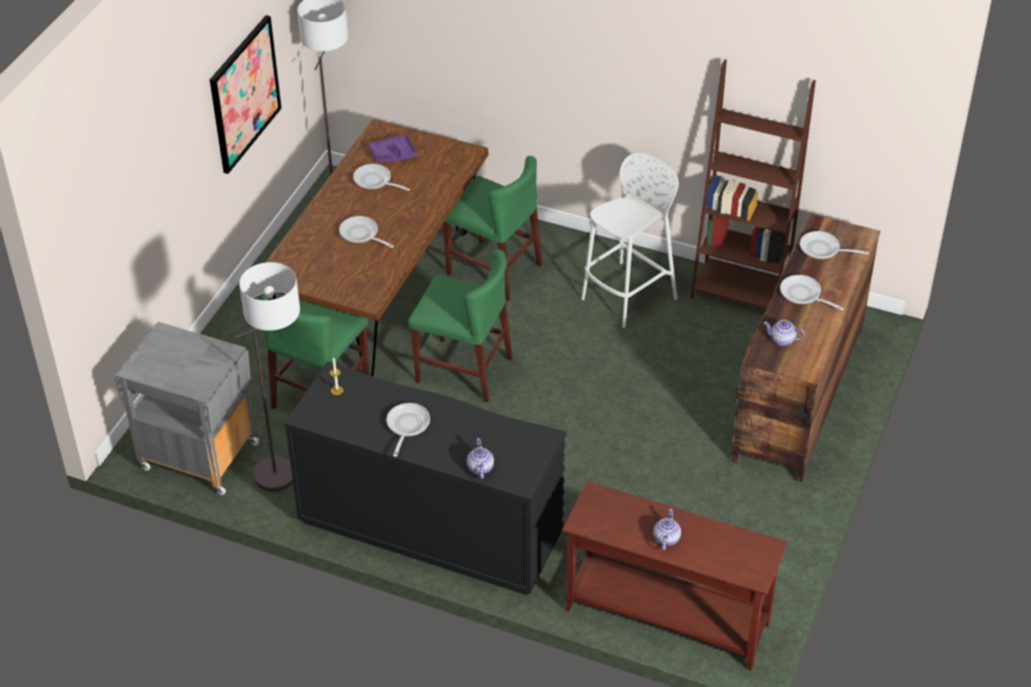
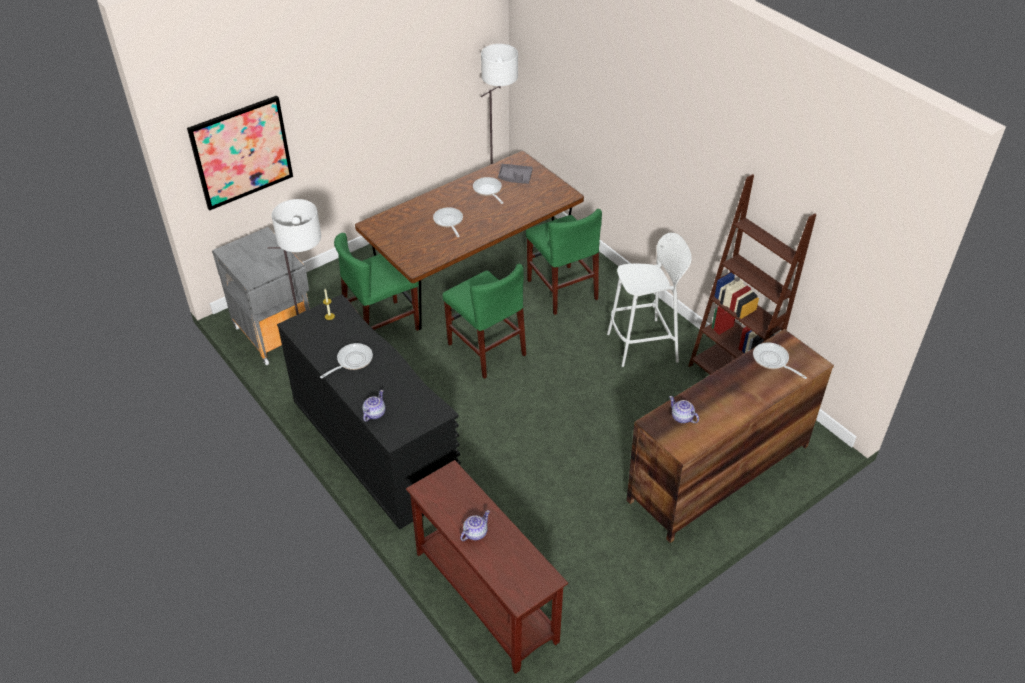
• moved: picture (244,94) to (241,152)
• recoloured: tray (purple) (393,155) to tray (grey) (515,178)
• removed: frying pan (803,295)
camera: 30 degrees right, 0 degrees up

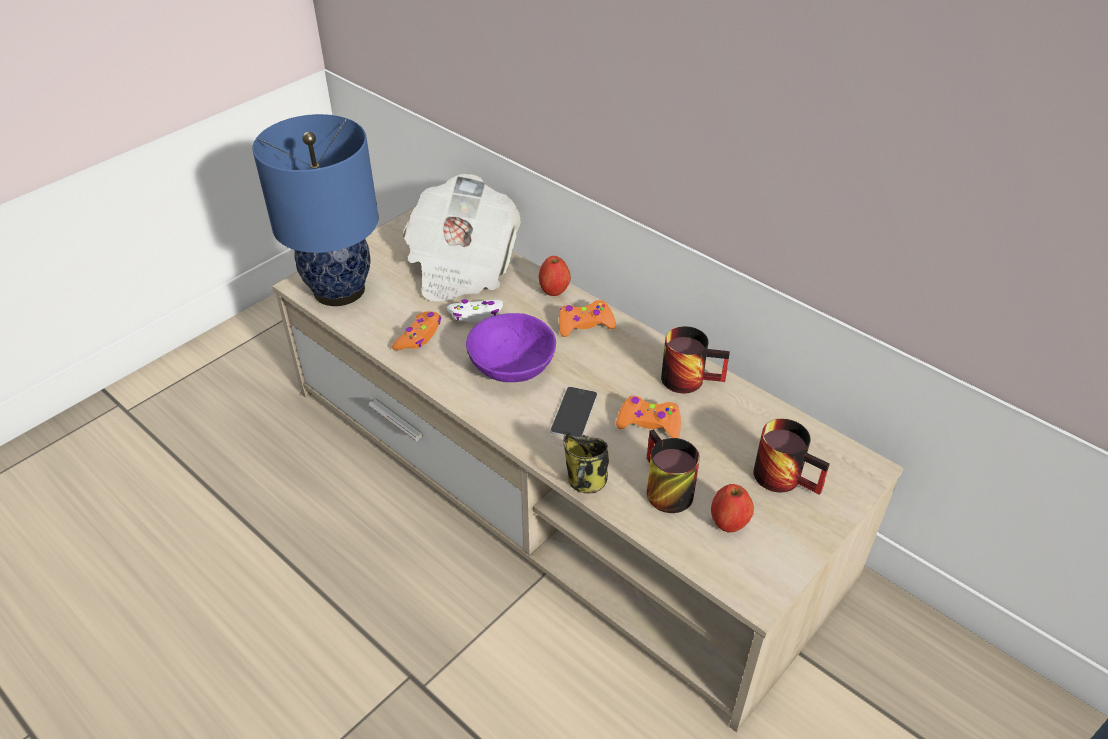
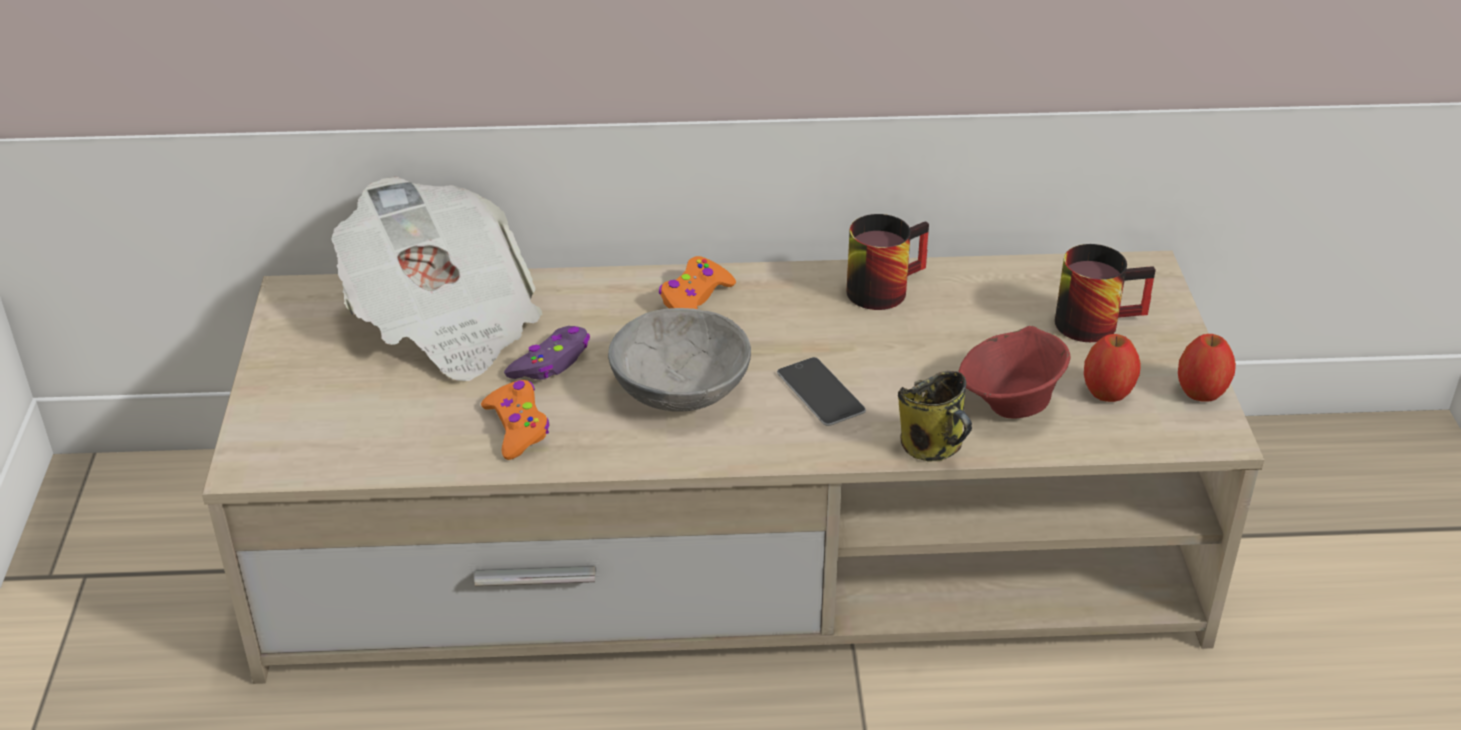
• removed: table lamp (blue) (339,290)
• recoloured: game controller (white) (476,315) to game controller (purple) (551,363)
• recoloured: bowl (purple) (511,365) to bowl (grey) (679,388)
• moved: apple (554,290) to (1201,392)
• removed: game controller (orange) (649,423)
• replaced: mug (661,489) to bowl (red) (1010,404)
camera: 45 degrees left, 5 degrees down

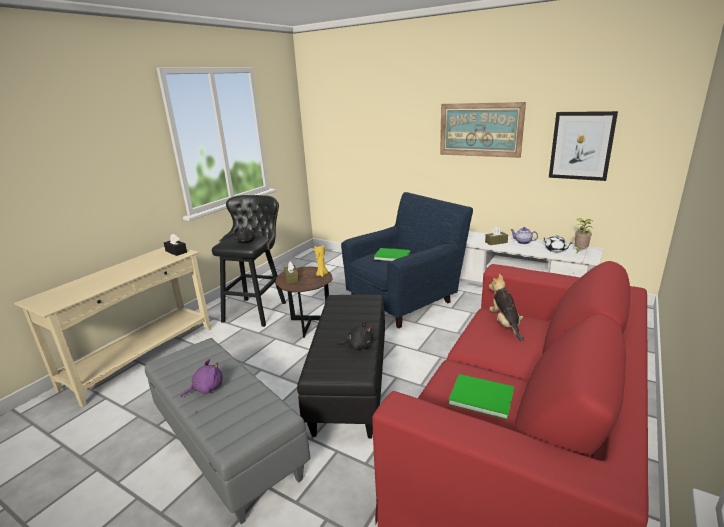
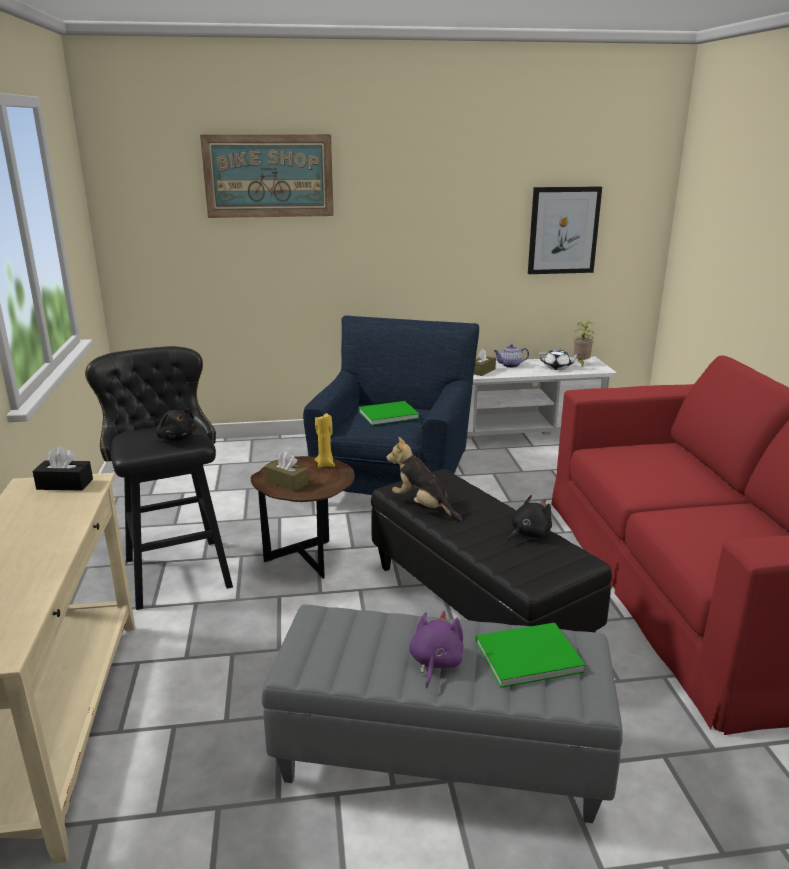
• moved: picture (480,129) to (268,176)
• moved: book (green) (479,395) to (524,655)
• moved: plush toy (505,324) to (423,506)
camera: 40 degrees left, 0 degrees up

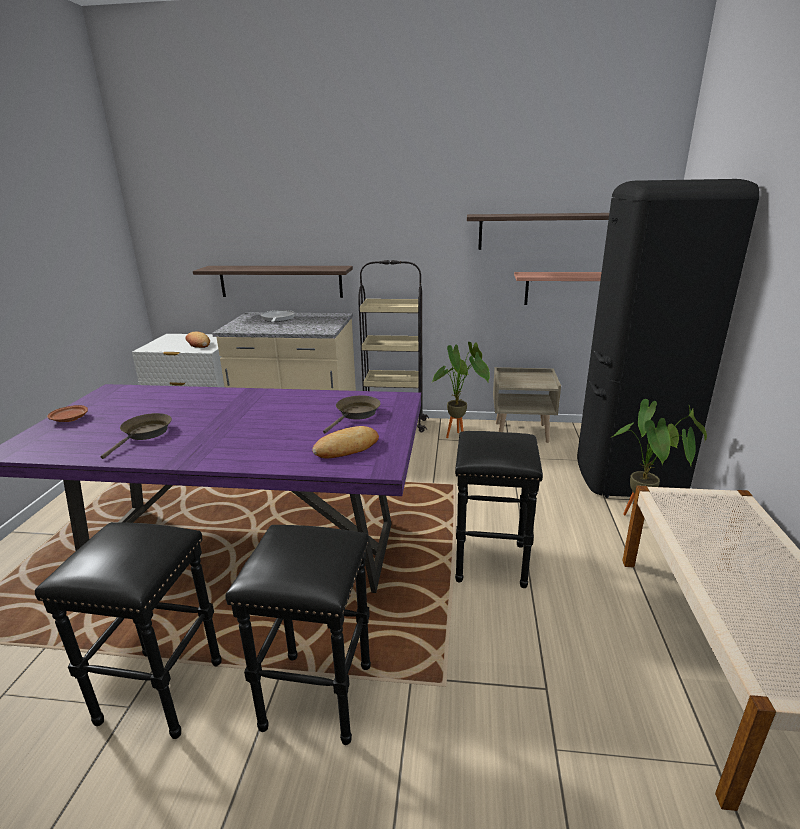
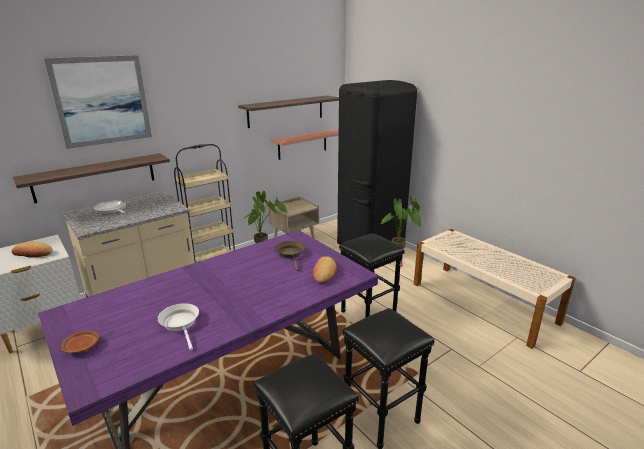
• recoloured: frying pan (brown) (145,434) to frying pan (white) (181,324)
• added: picture (102,101)
camera: 45 degrees left, 0 degrees up

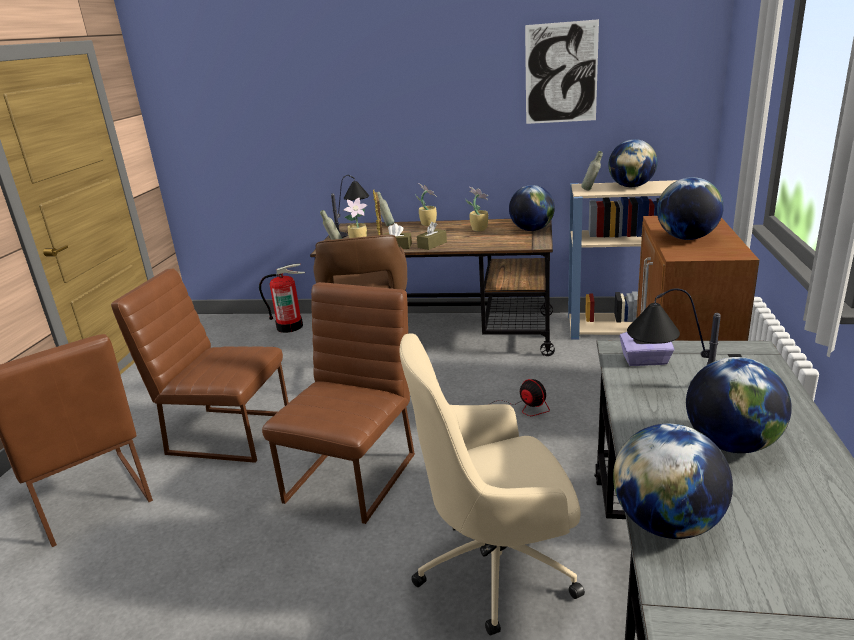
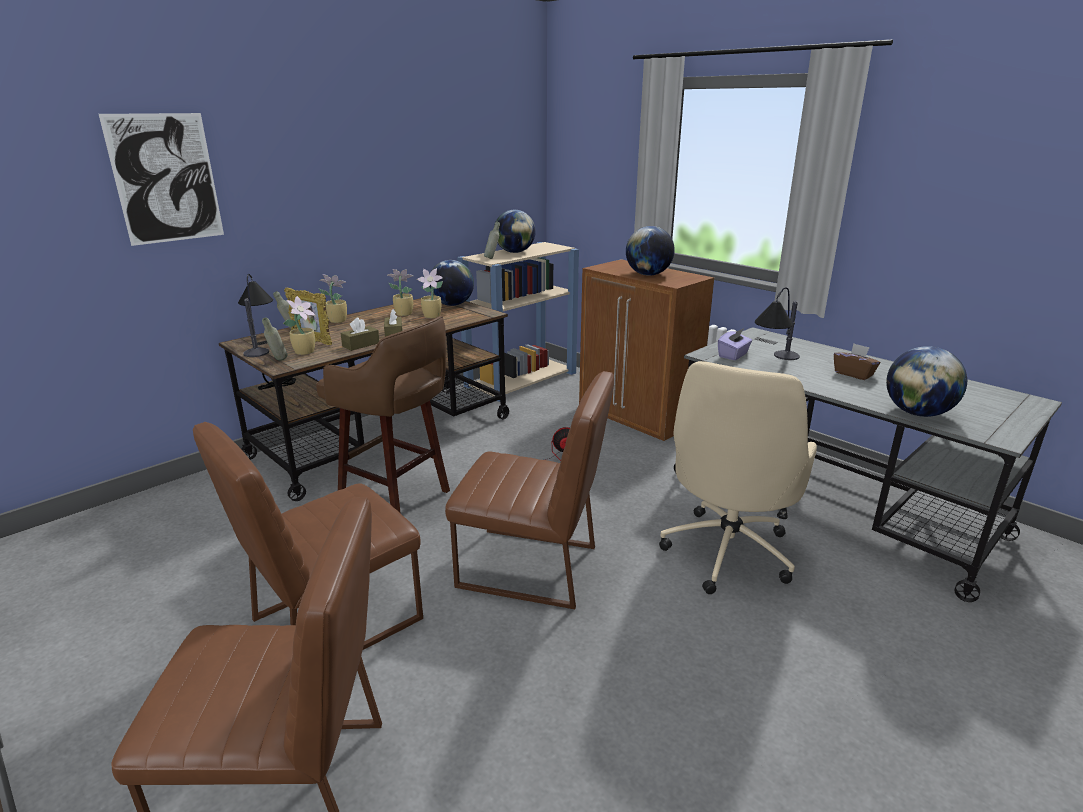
• removed: fire extinguisher (290,326)
• turned: chair (brown) (354,475) = (532,567) 135 degrees clockwise
• moved: picture (561,73) to (166,179)
• replaced: globe (731,444) to tissue box (brown) (853,374)
• added: potted plant (433,316)
camera: 55 degrees left, 0 degrees up

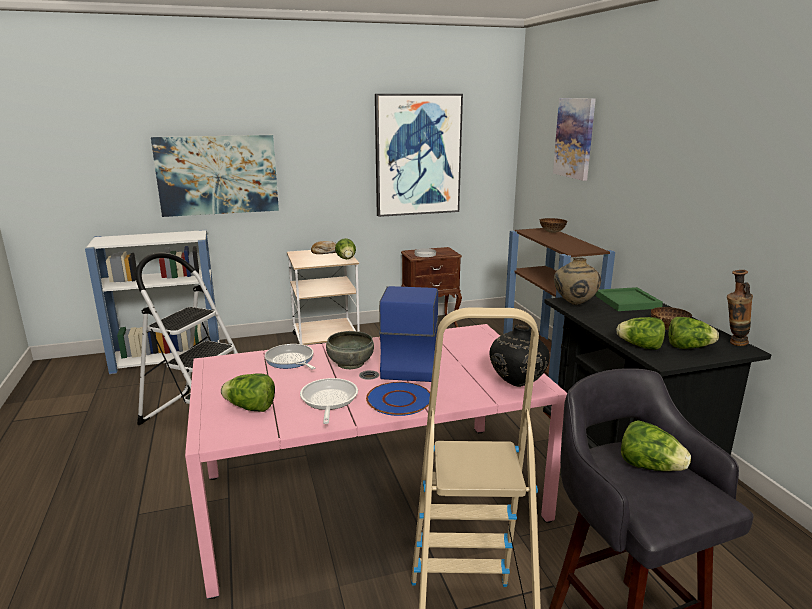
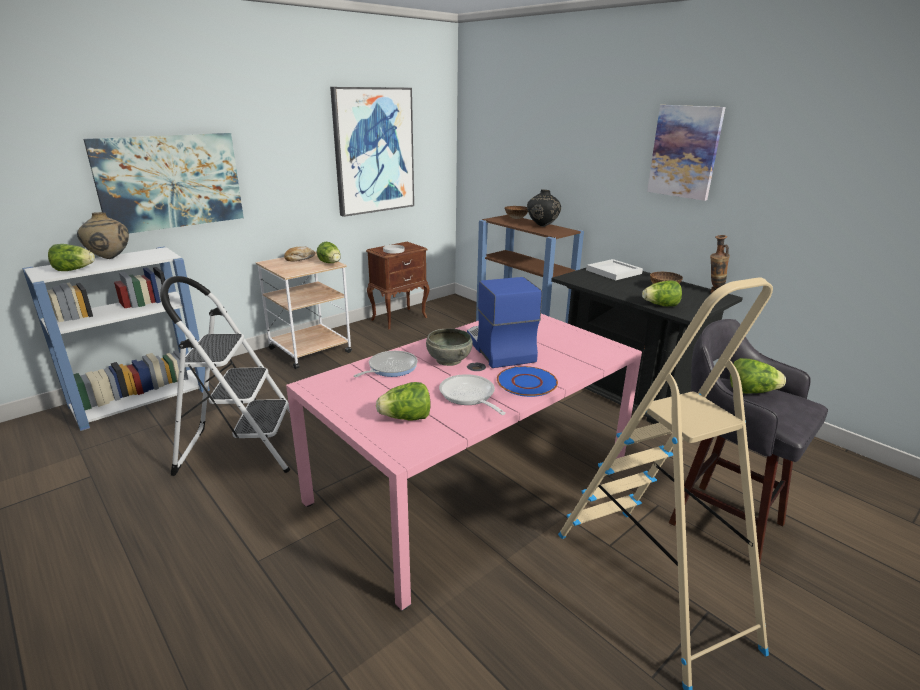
• turned: frying pan (290,360) = (390,368) 105 degrees clockwise
• moved: vase (black) (516,384) to (542,226)
• moved: picture (574,138) to (684,152)
• moved: vase (beige) (574,304) to (109,258)
• recoloured: tray (green) (628,302) to tray (white) (614,272)
• moved: lettuce (688,347) to (74,270)
camera: 25 degrees left, 5 degrees up

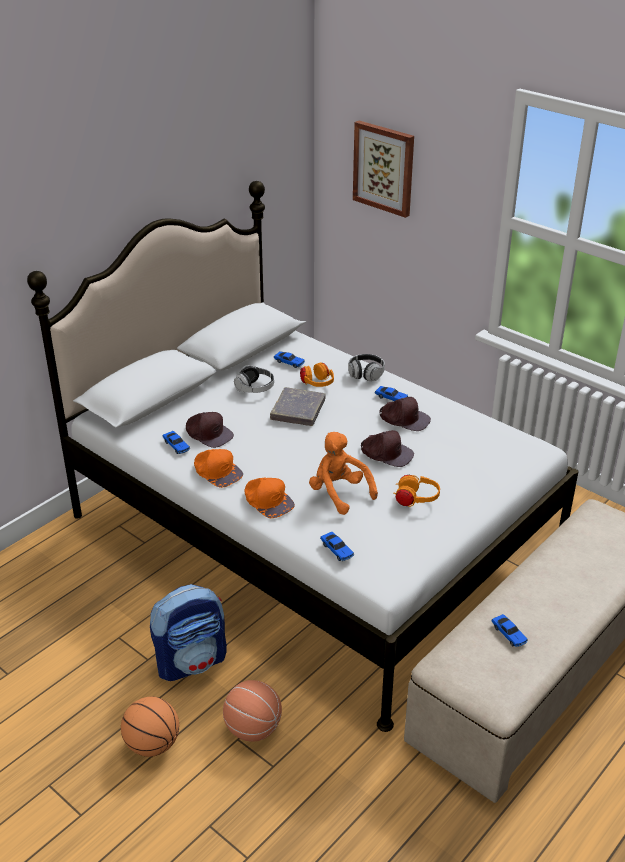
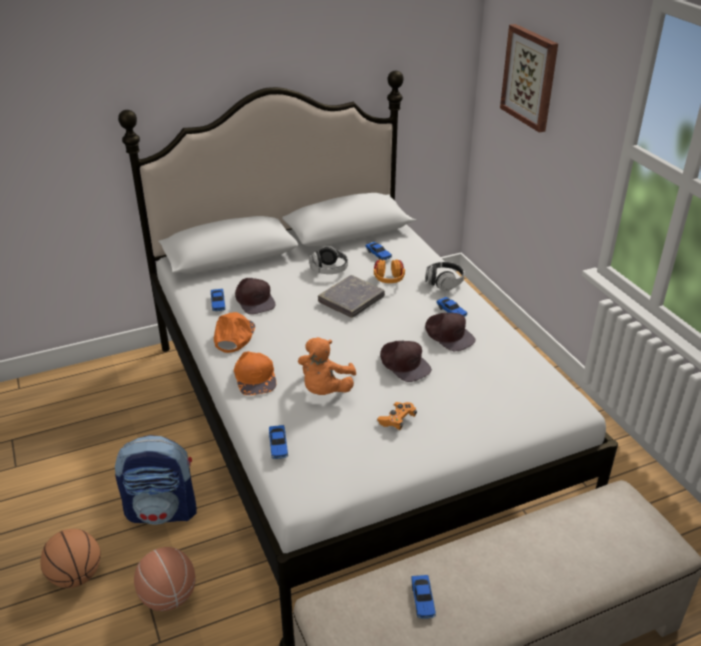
• turned: cap (orange) (217,471) = (234,336) 150 degrees counterclockwise
• turned: plush toy (orange) (339,493) = (325,390) 150 degrees counterclockwise
• replaced: headphones (orange) (416,500) to game controller (orange) (397,420)
camera: 25 degrees right, 0 degrees up

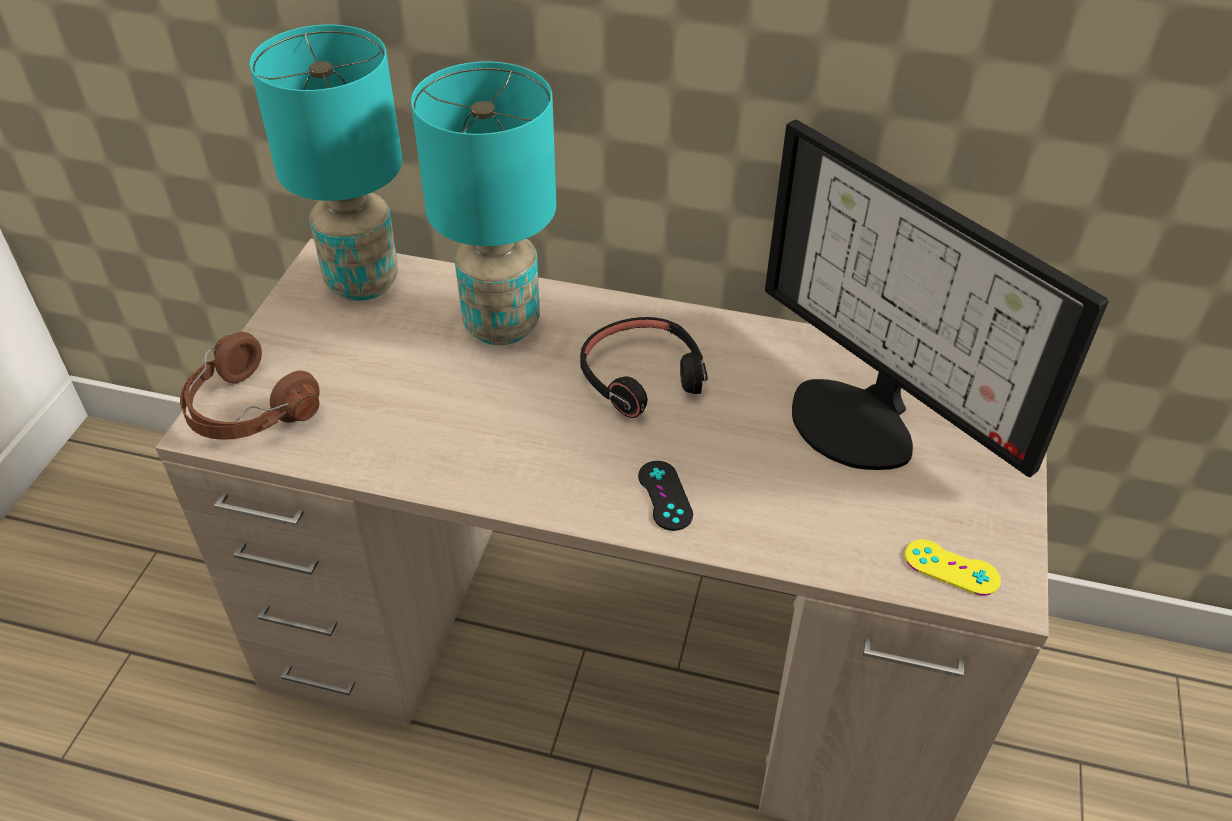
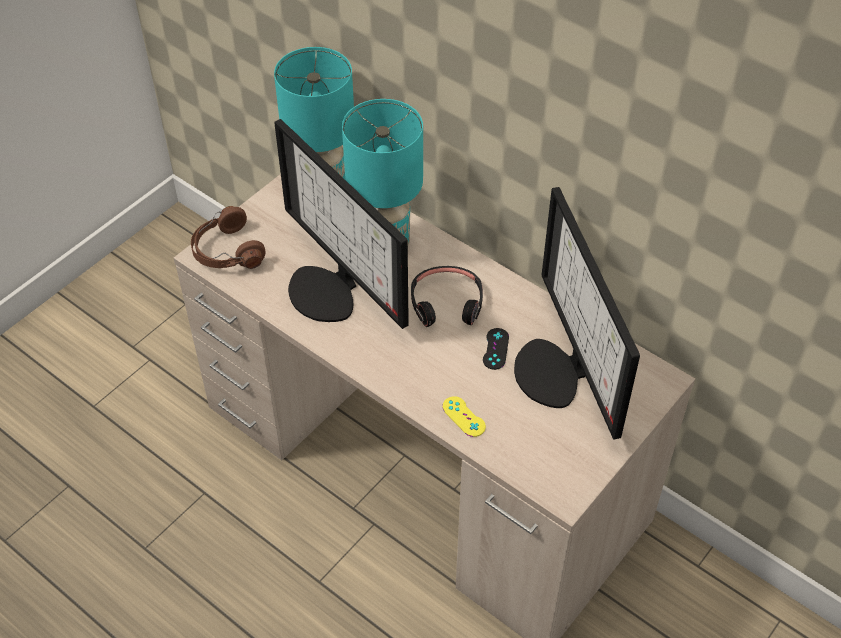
• moved: game controller (black) (665,495) to (495,349)
• moved: game controller (yellow) (951,568) to (463,416)
• added: monitor (329,291)
camera: 25 degrees right, 5 degrees up

